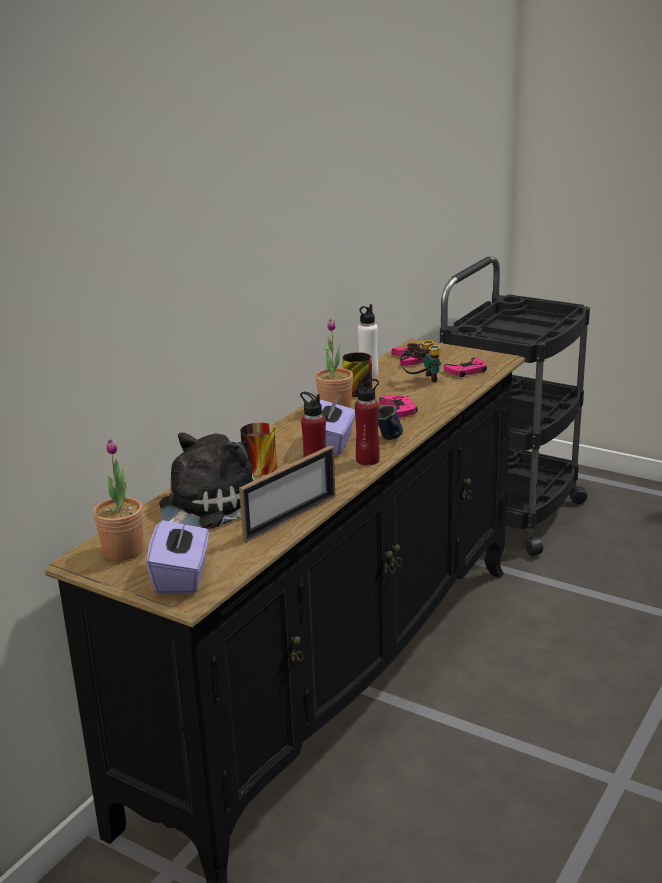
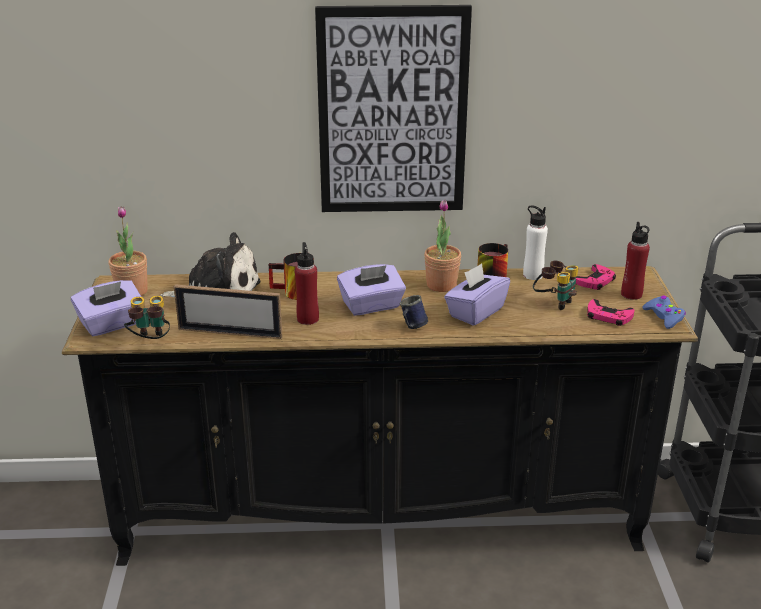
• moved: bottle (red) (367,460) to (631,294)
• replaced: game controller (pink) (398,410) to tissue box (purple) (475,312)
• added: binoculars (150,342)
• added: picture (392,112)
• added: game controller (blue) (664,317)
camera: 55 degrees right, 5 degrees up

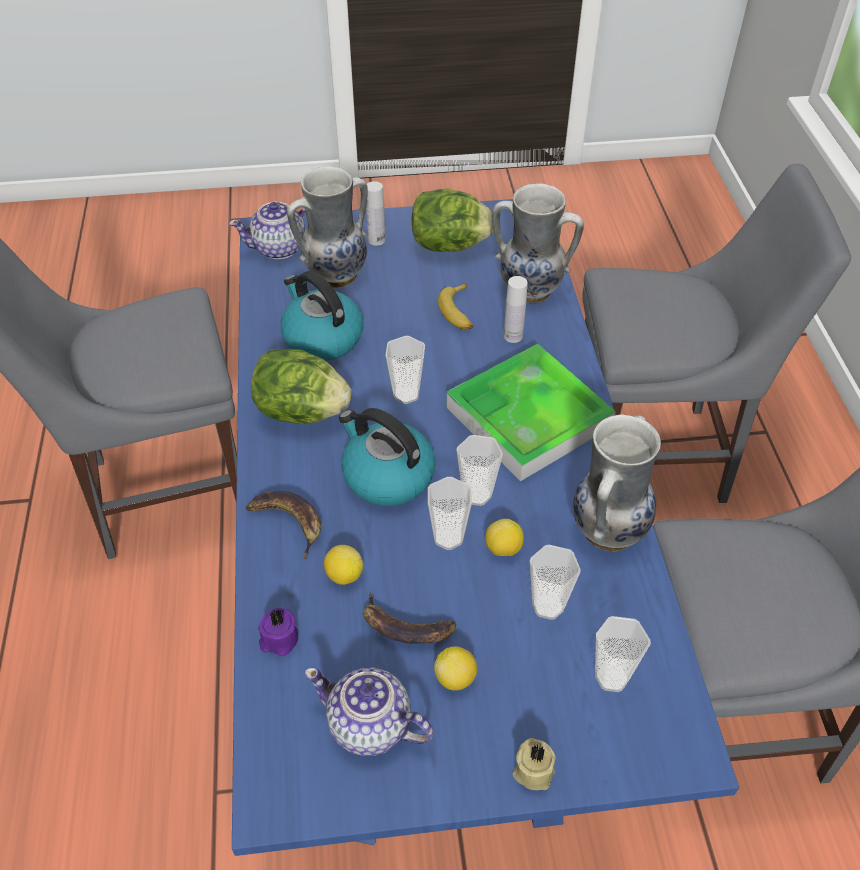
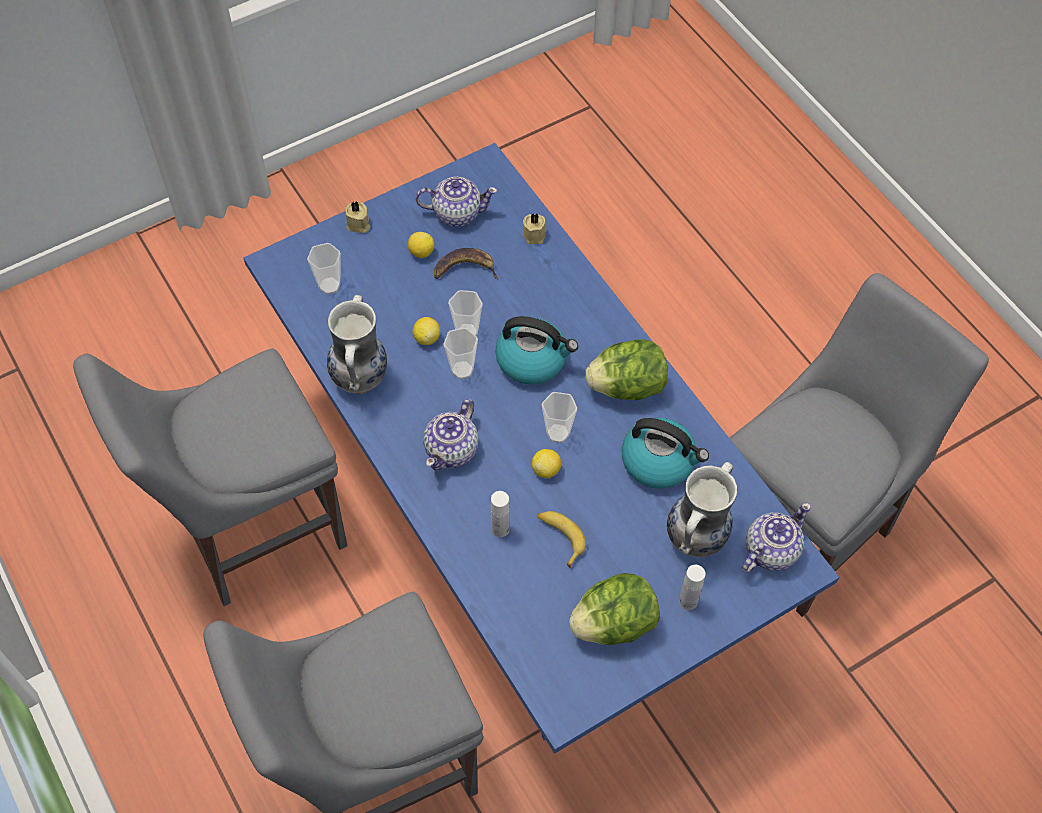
• removed: banana (288,522)
• recoloured: candle (purple) (279,640) to candle (beige) (535,235)
• moved: lemon (344,575) to (546,470)
• replaced: tray (528,417) to teapot (452,449)
• removed: vase (530,291)
• removed: cup (548,606)
camera: 155 degrees right, 10 degrees up

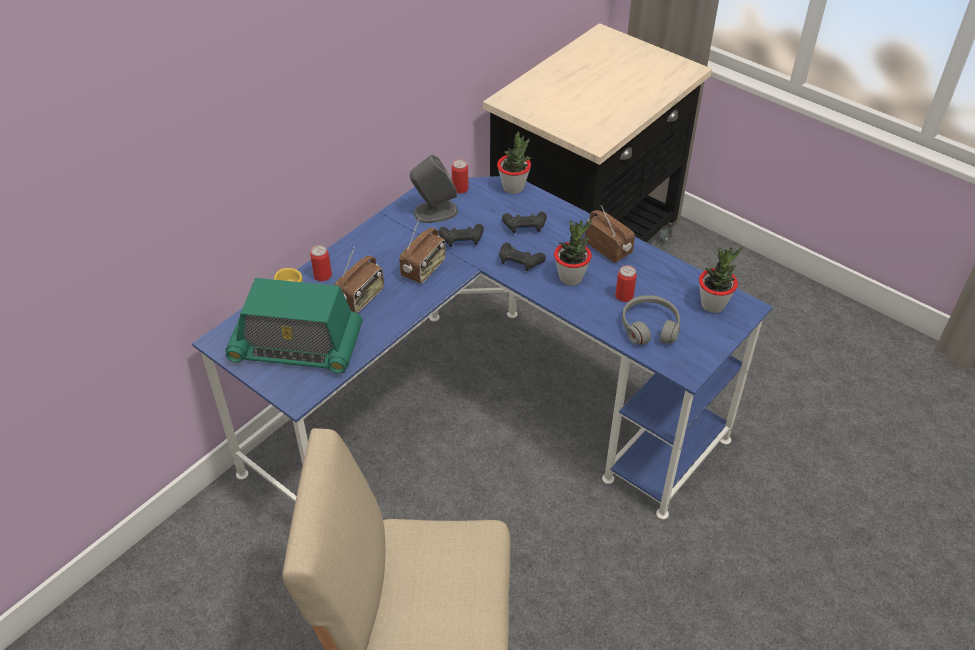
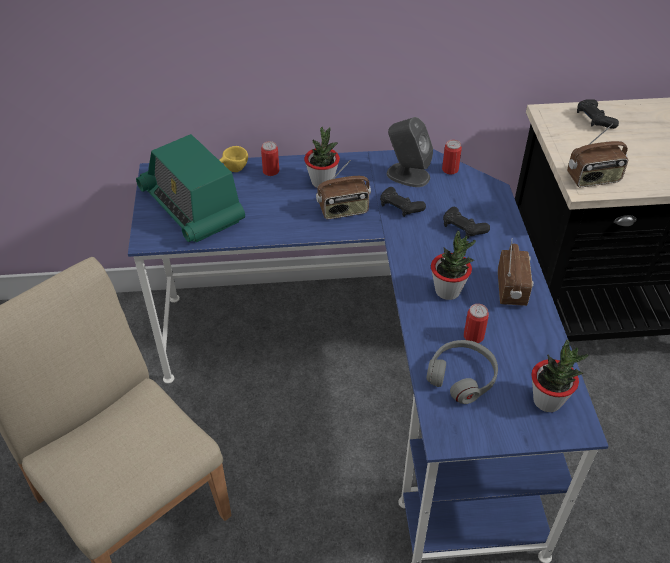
• moved: radio (361,298) to (593,179)
• moved: potted plant (513,187) to (322,182)
• moved: game controller (black) (520,262) to (594,120)
camera: 45 degrees right, 0 degrees up

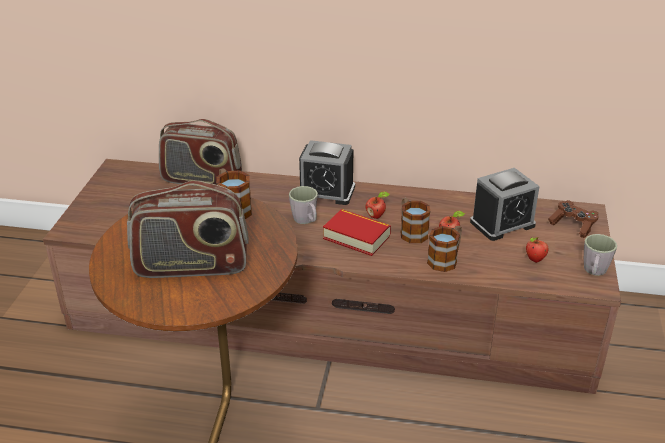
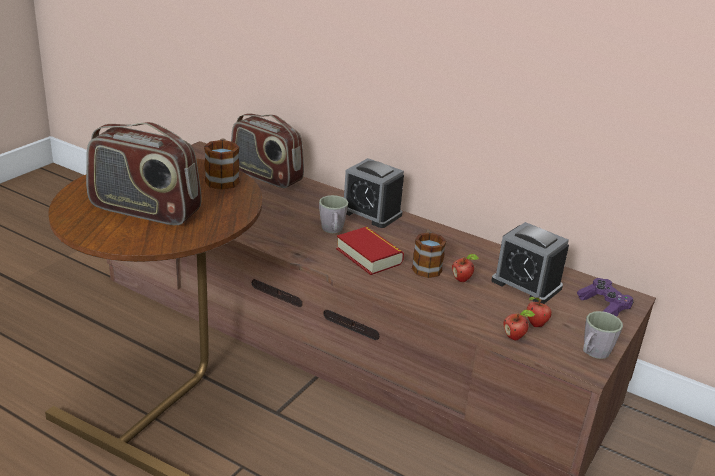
• moved: apple (376,216) to (515,337)
• removed: mug (446,259)
• turned: alarm clock (502,224) = (526,284) 45 degrees clockwise
• recoloured: game controller (brown) (573,225) to game controller (purple) (603,306)
camera: 20 degrees right, 5 degrees down

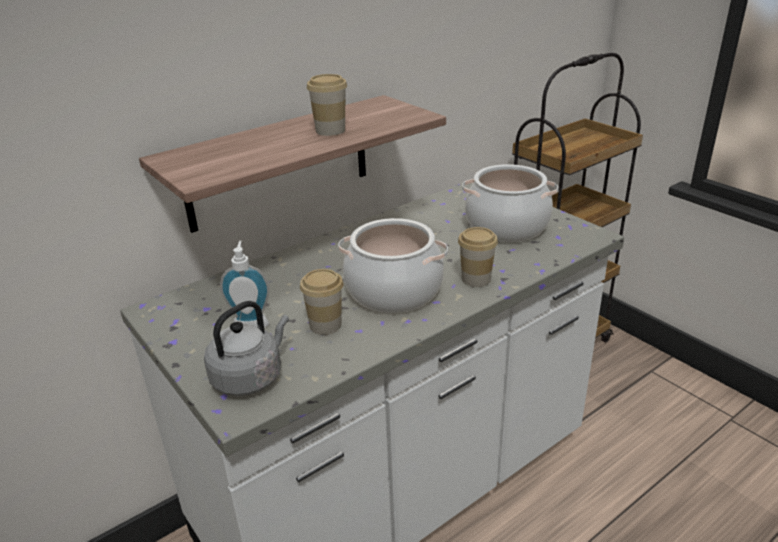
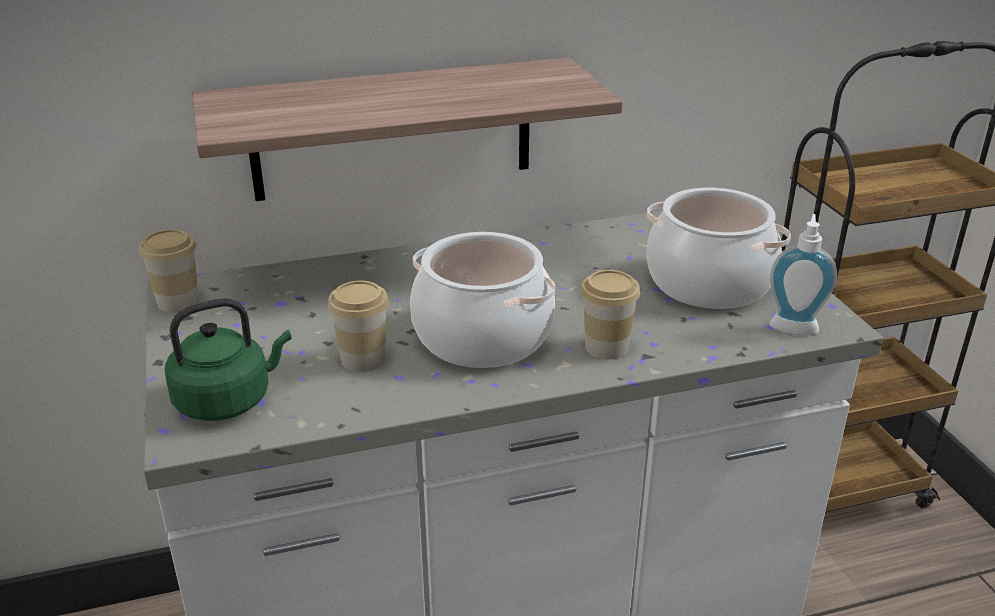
• recoloured: kettle (grey) (250,377) to kettle (green) (228,400)
• moved: soap dispenser (251,323) to (794,325)
• moved: cup (330,130) to (178,302)
camera: 20 degrees right, 0 degrees up

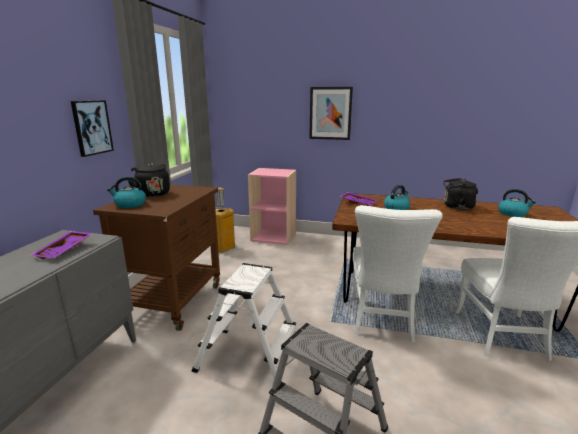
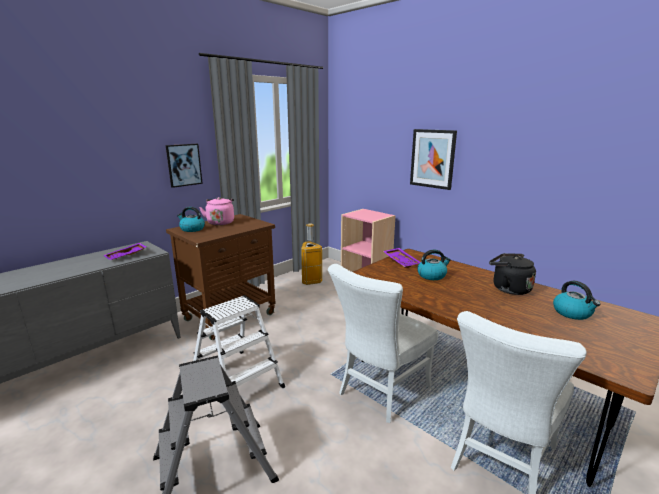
• recoloured: kettle (black) (152,193) to kettle (pink) (220,222)
camera: 30 degrees right, 0 degrees up

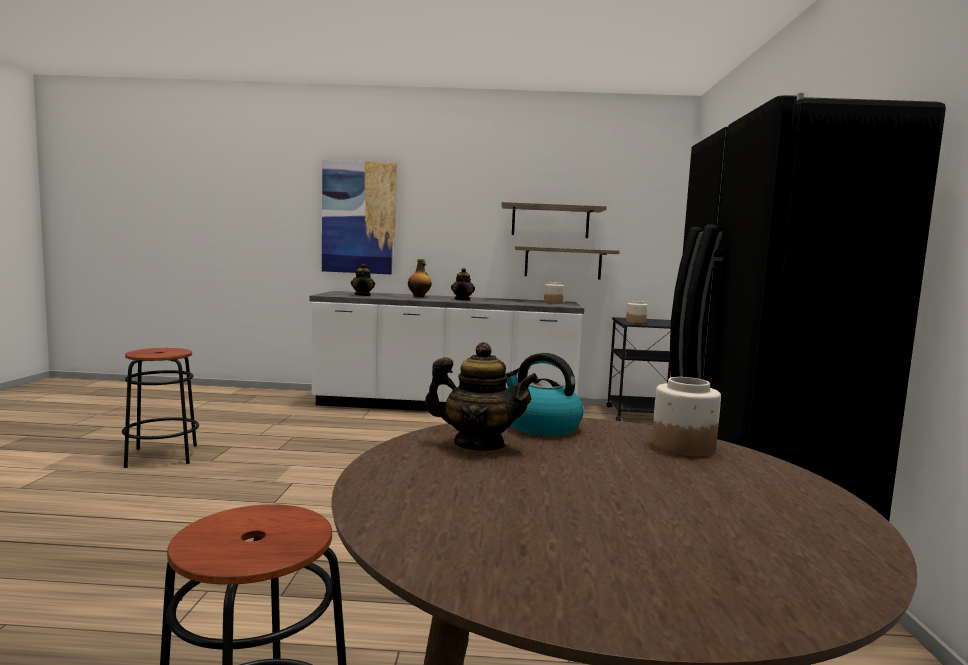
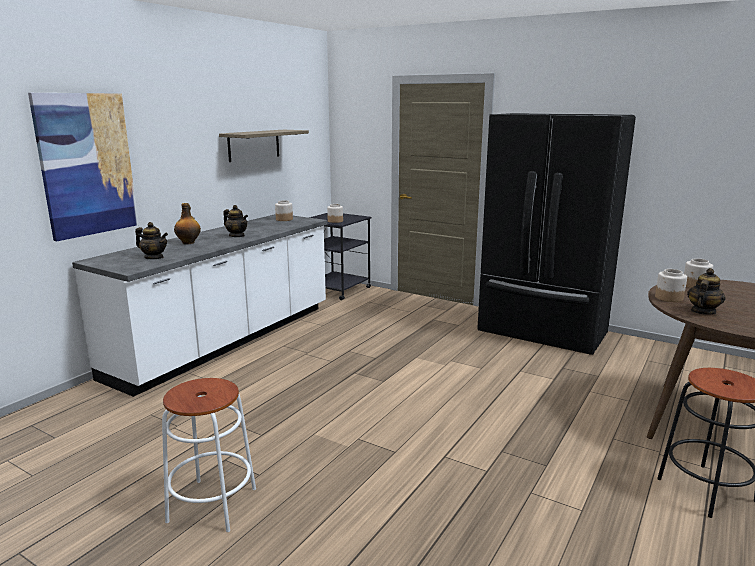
• recoloured: stool (black) (162,456) to stool (white) (212,504)
• replaced: kettle (541,426) to jar (669,298)
• removed: shelf (563,263)
camera: 60 degrees left, 10 degrees up

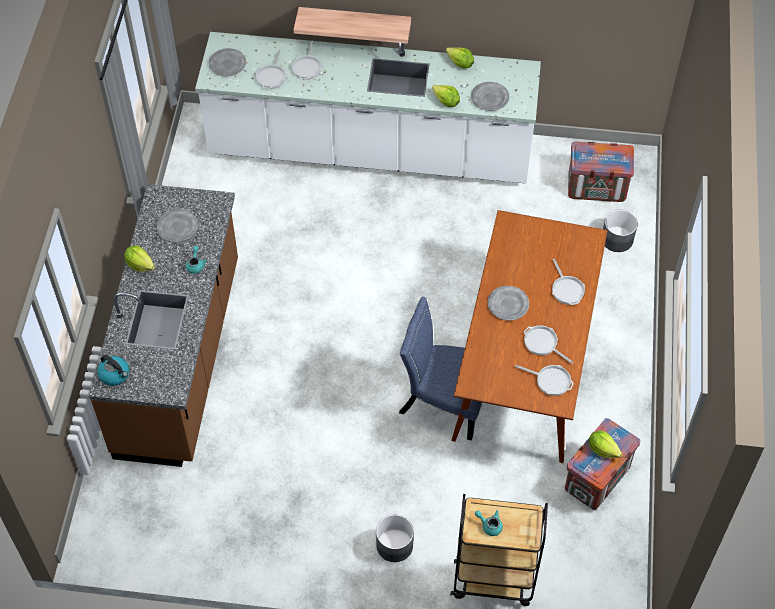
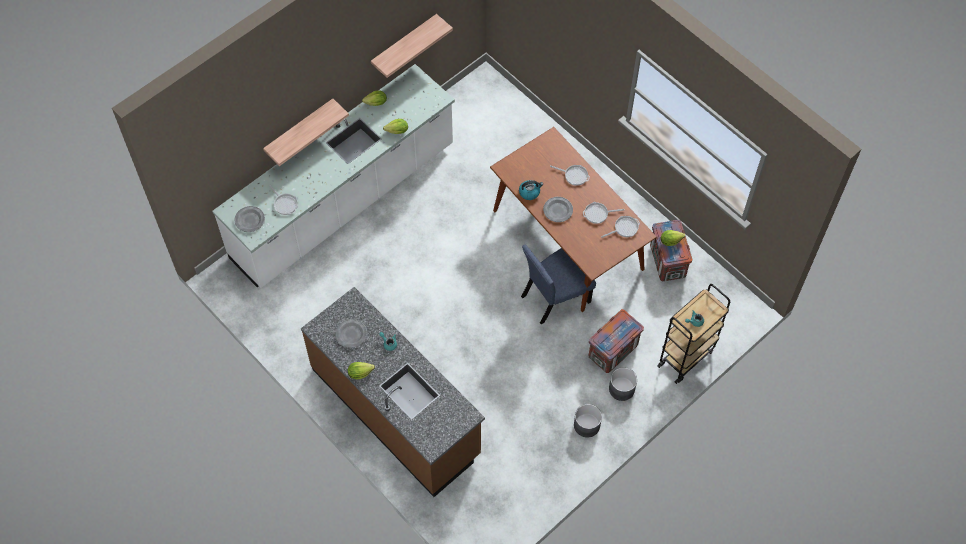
• moved: kettle (115,374) to (529,192)
• removed: frying pan (307,67)
• removed: plate (grey) (490,98)
• moved: crate (597,188) to (613,351)
• moved: planter (grey) (617,239) to (587,425)
• added: shelf (404,44)
camera: 50 degrees left, 5 degrees up

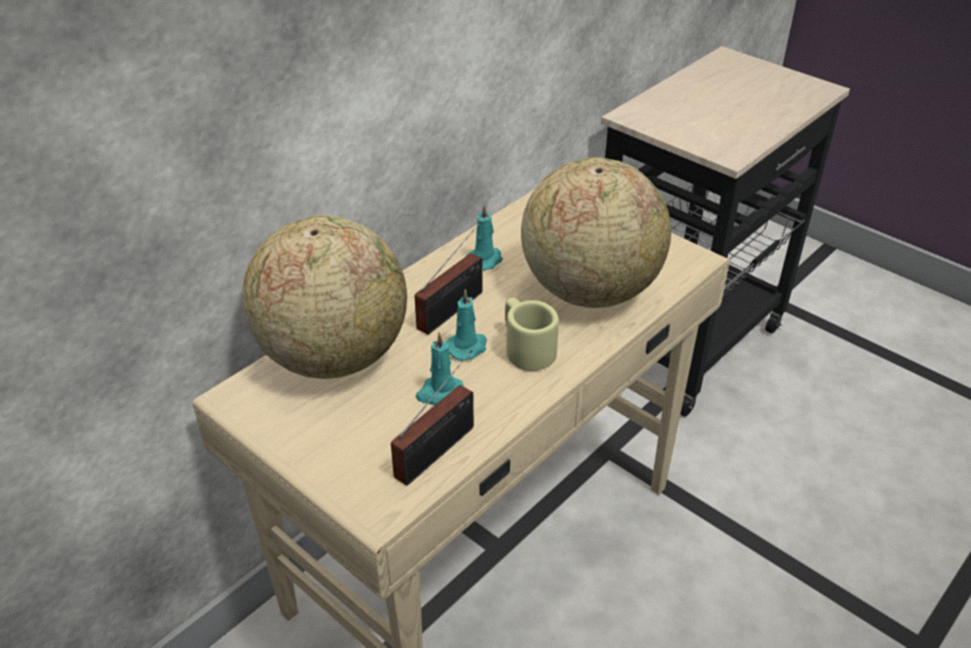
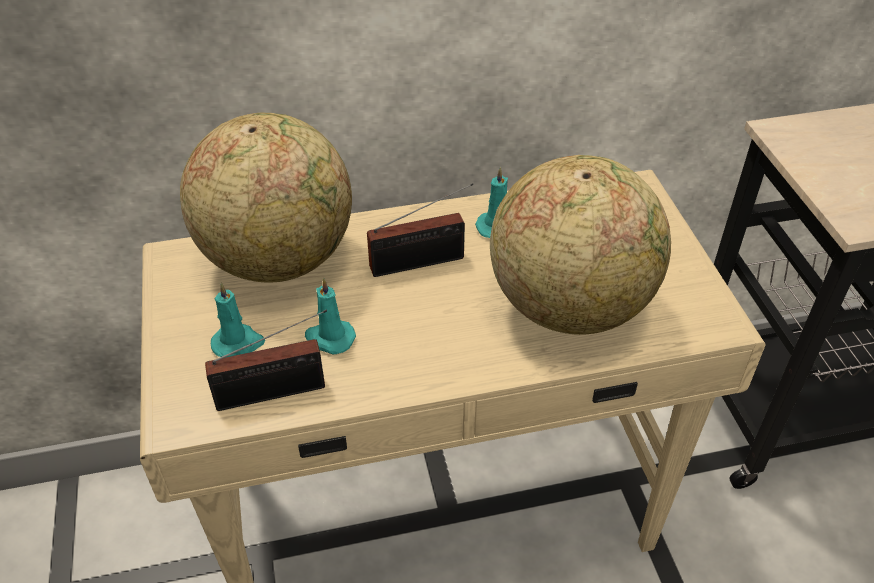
• moved: candle (turquoise) (467,347) to (238,343)
• removed: mug (beige) (526,348)
camera: 35 degrees right, 5 degrees up

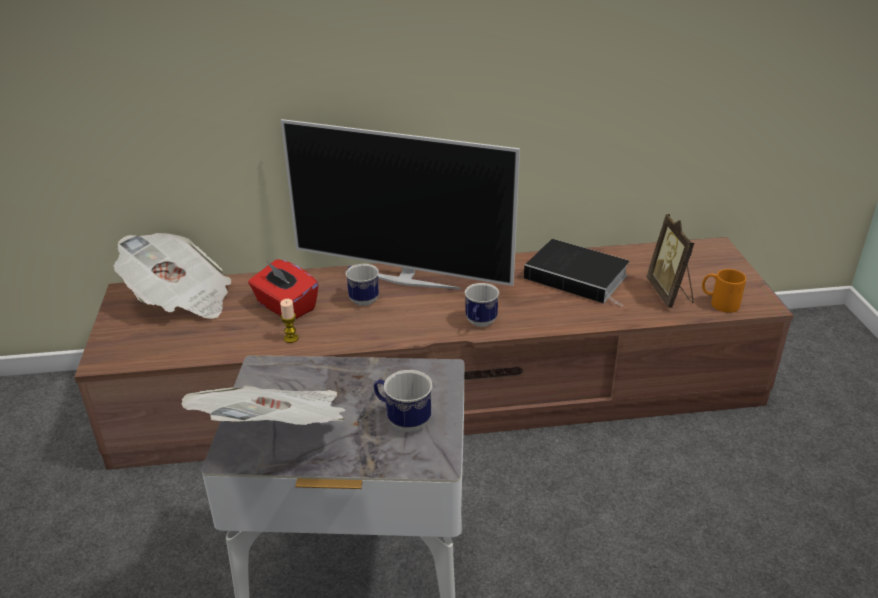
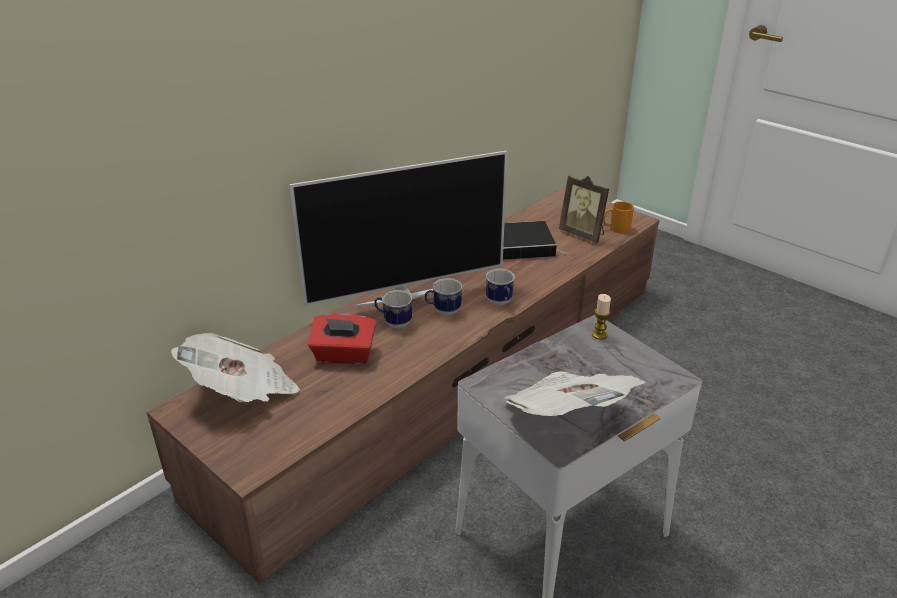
• moved: candle (291,338) to (599,335)
• moved: mug (403,420) to (443,311)
camera: 40 degrees left, 0 degrees up

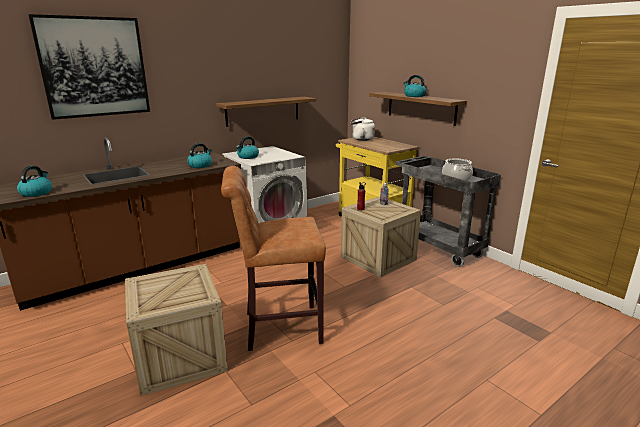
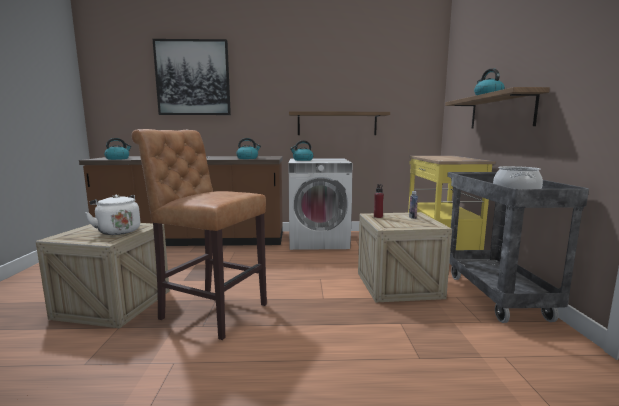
• moved: kettle (white) (361,139) to (118,231)
camera: 35 degrees right, 10 degrees down

